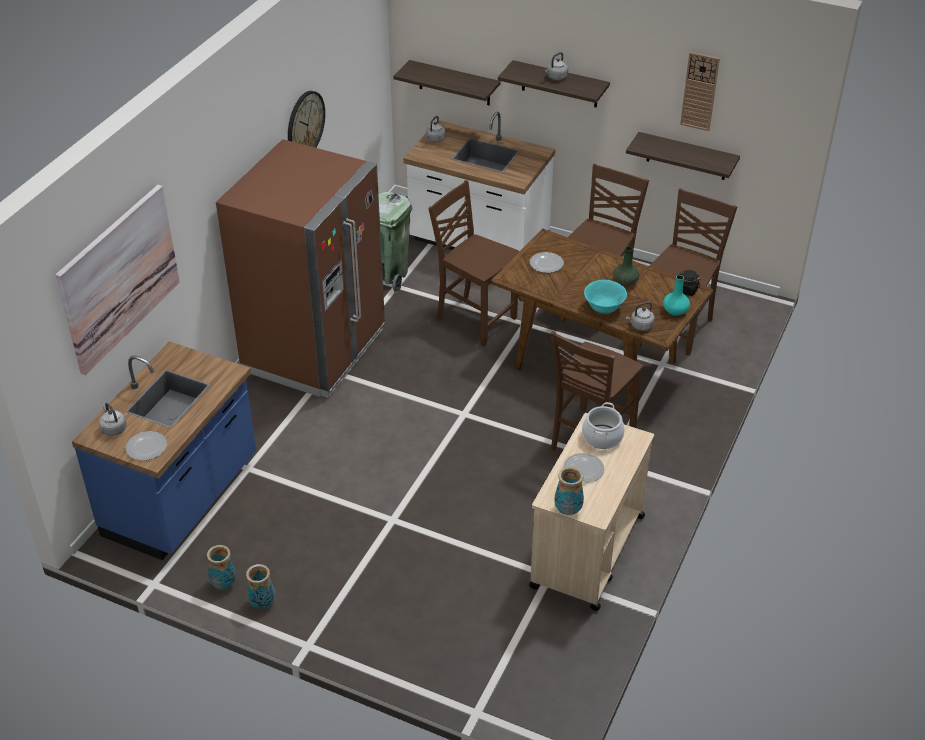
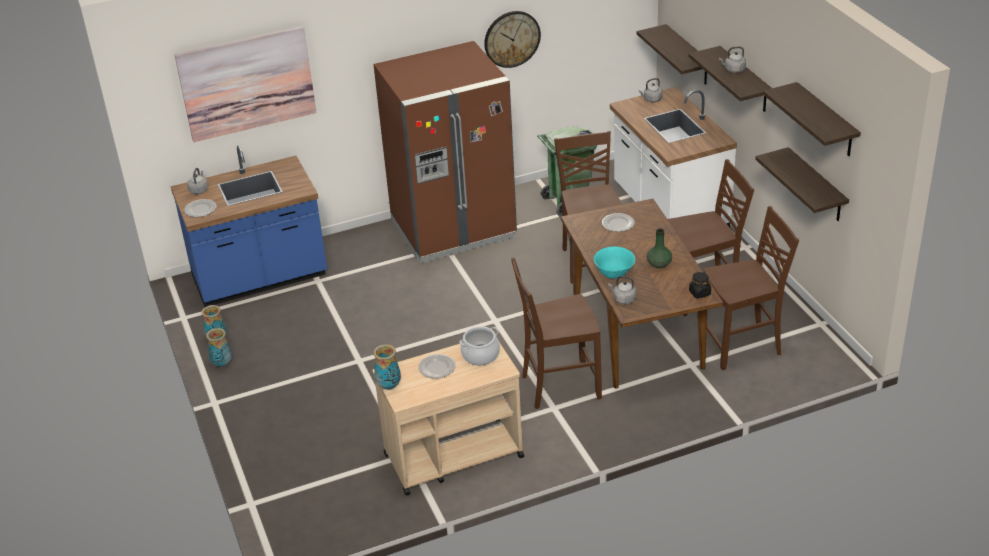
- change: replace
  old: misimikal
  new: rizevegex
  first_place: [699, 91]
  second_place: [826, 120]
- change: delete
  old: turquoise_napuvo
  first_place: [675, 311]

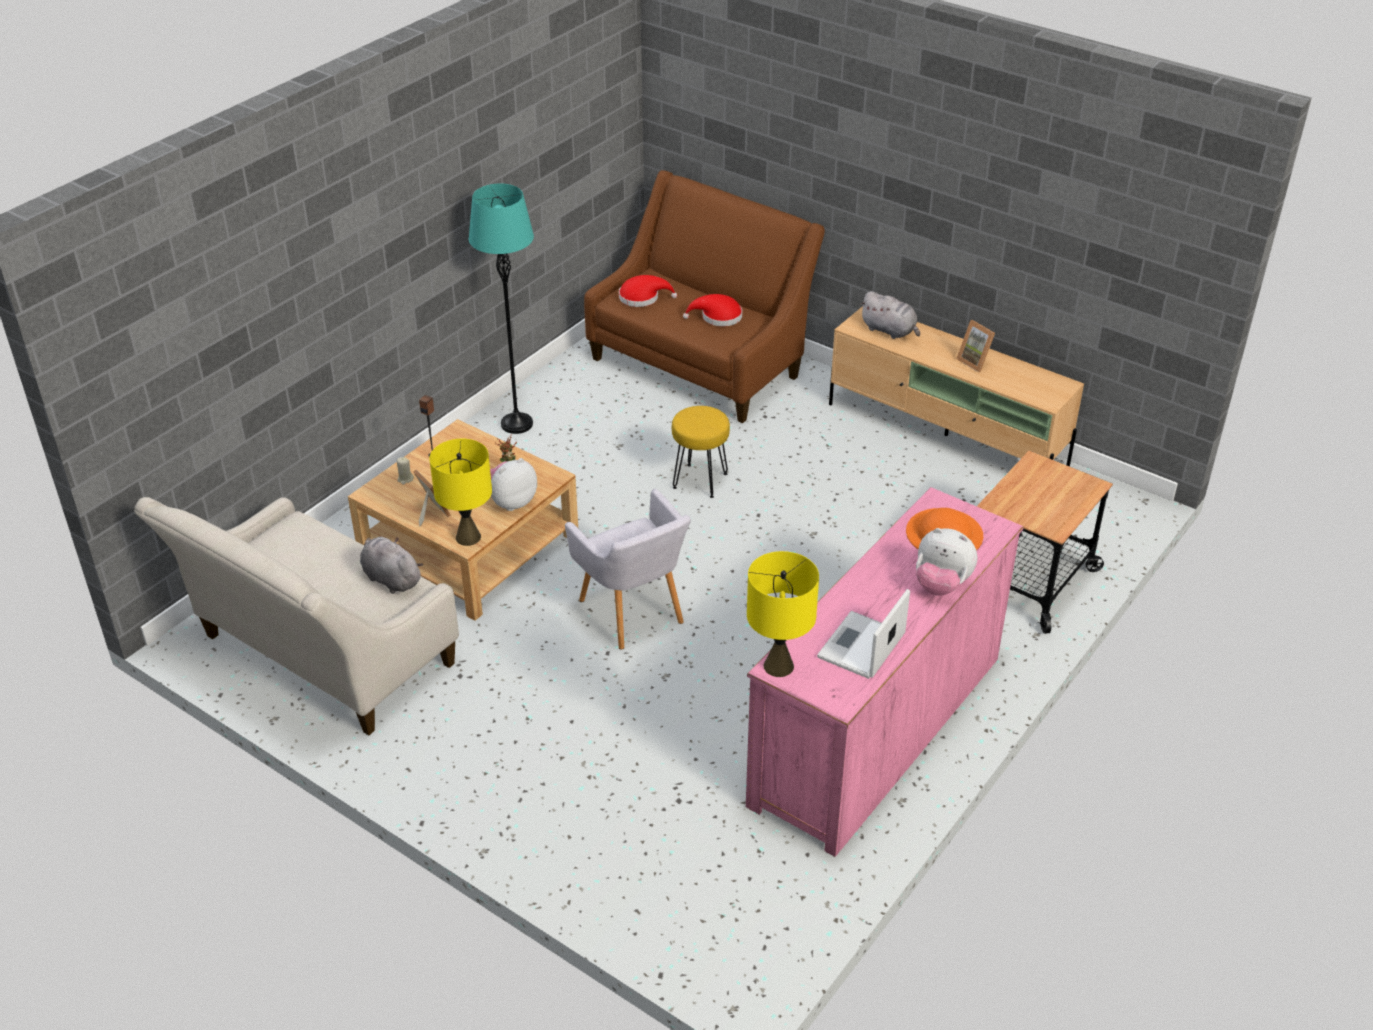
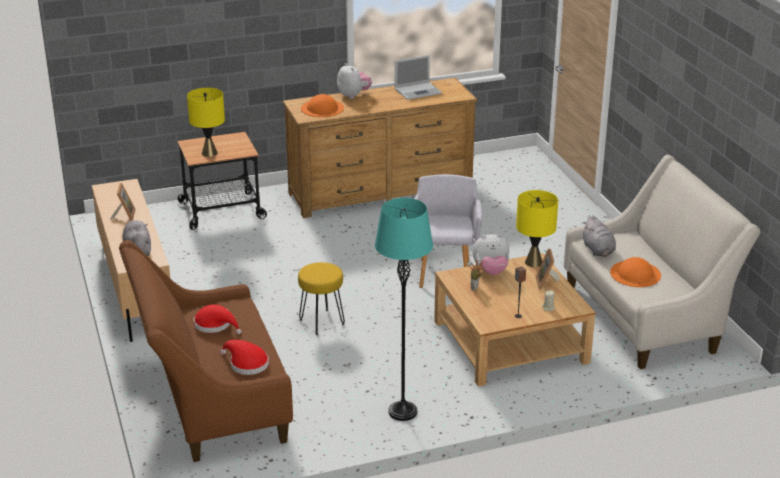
- change: recolor
  old: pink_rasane
  new: brown_rasane
  first_place: [877, 730]
  second_place: [380, 192]
- change: move
  old: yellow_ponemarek
  first_place: [778, 666]
  second_place: [209, 153]
- change: insert
  new: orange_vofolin
  second_place: [635, 273]

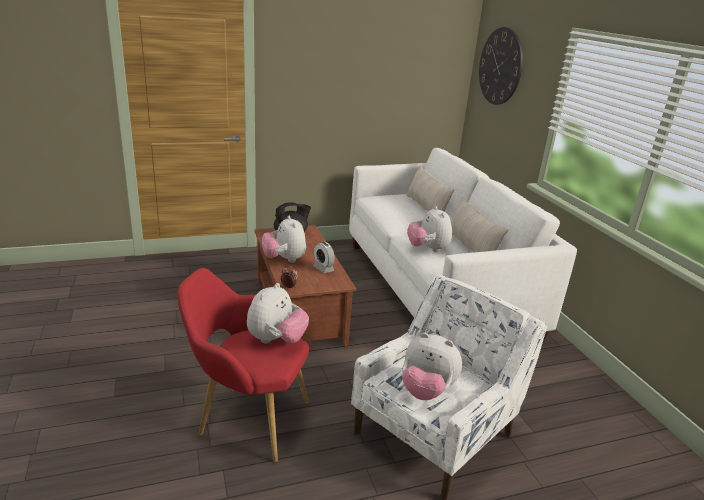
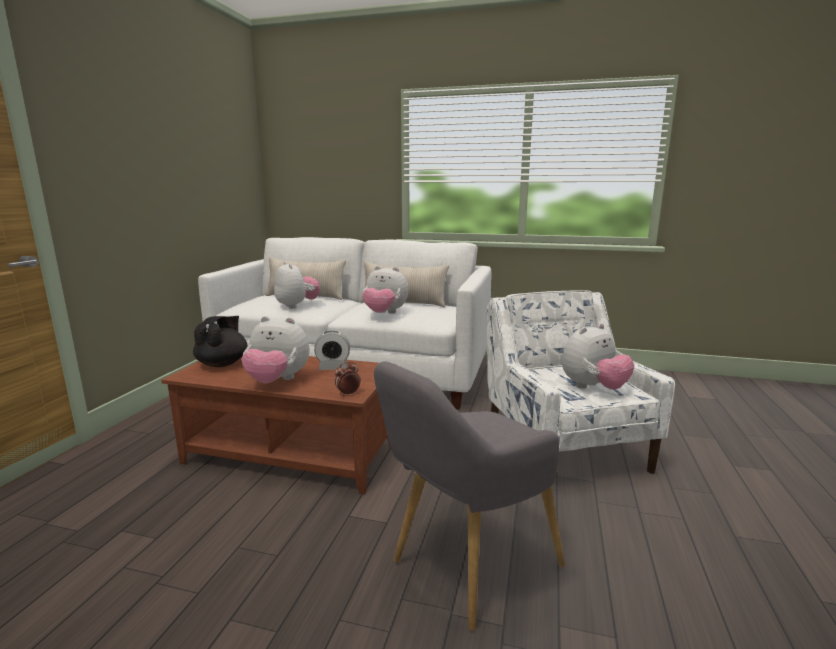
- change: delete
  old: misimikal
  first_place: [500, 66]
- change: recolor
  old: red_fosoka
  new: grey_fosoka
  first_place: [247, 418]
  second_place: [465, 566]
- change: move
  old: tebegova
  first_place: [276, 340]
  second_place: [297, 306]

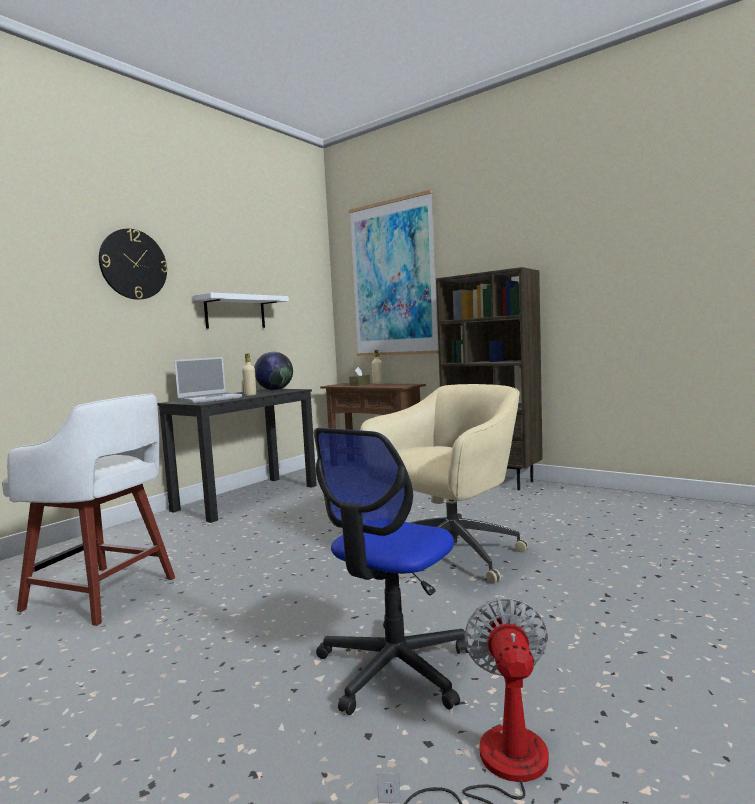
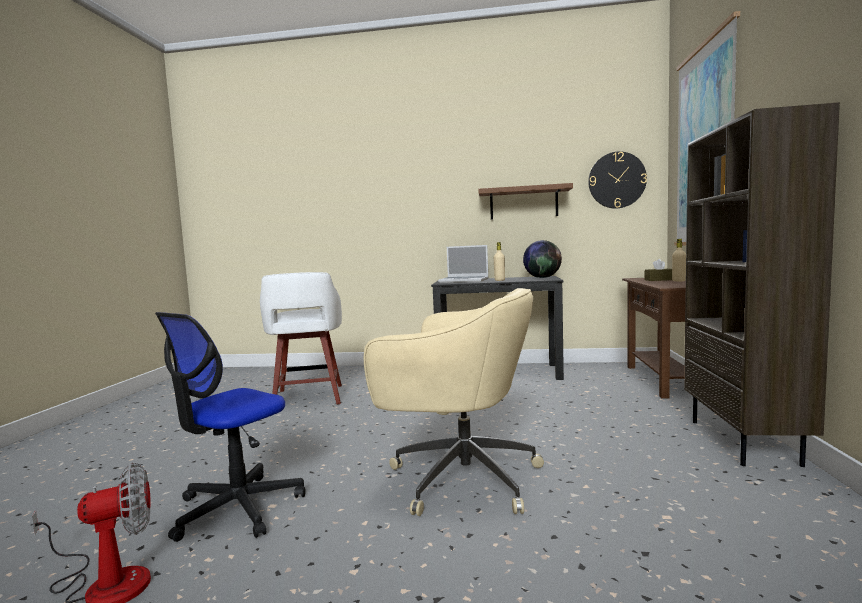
- change: move
  old: misimikal
  first_place: [133, 264]
  second_place: [617, 180]
- change: recolor
  old: white_rizevegex
  new: brown_rizevegex
  first_place: [235, 312]
  second_place: [523, 203]
- change: rotate
  old: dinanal
  first_place: [394, 668]
  second_place: [237, 508]
  degrees: -60

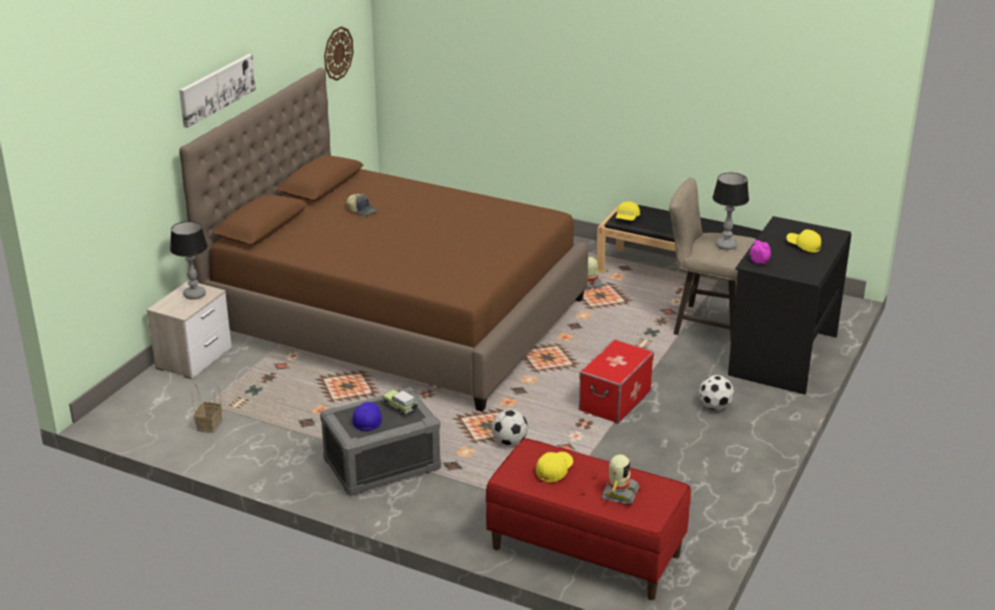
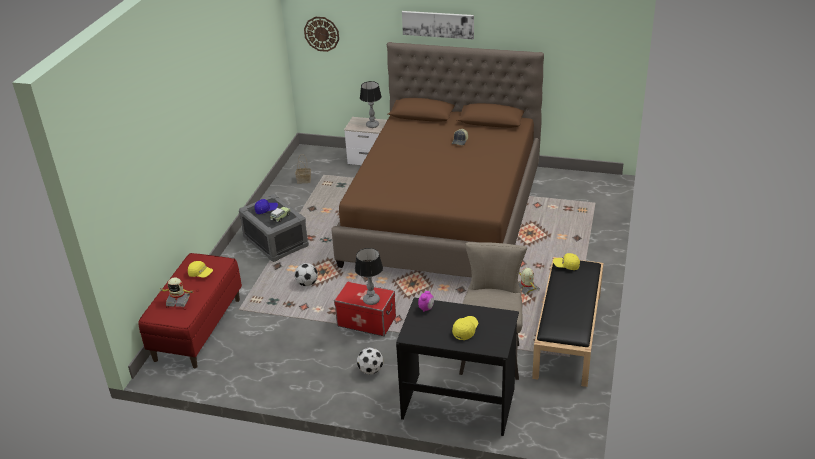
- change: move
  old: misimikal
  first_place: [338, 53]
  second_place: [321, 33]
- change: move
  old: ponemarek
  first_place: [726, 246]
  second_place: [371, 300]

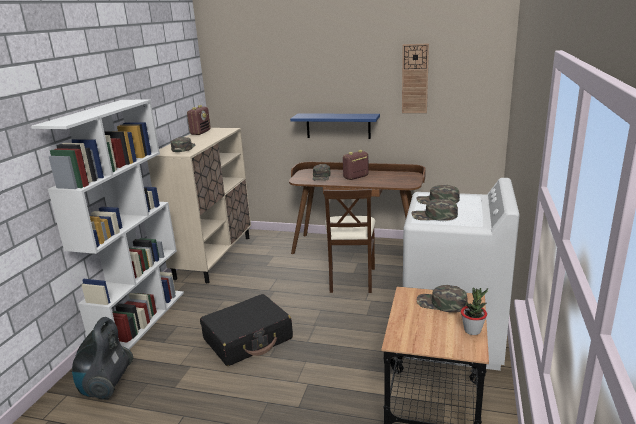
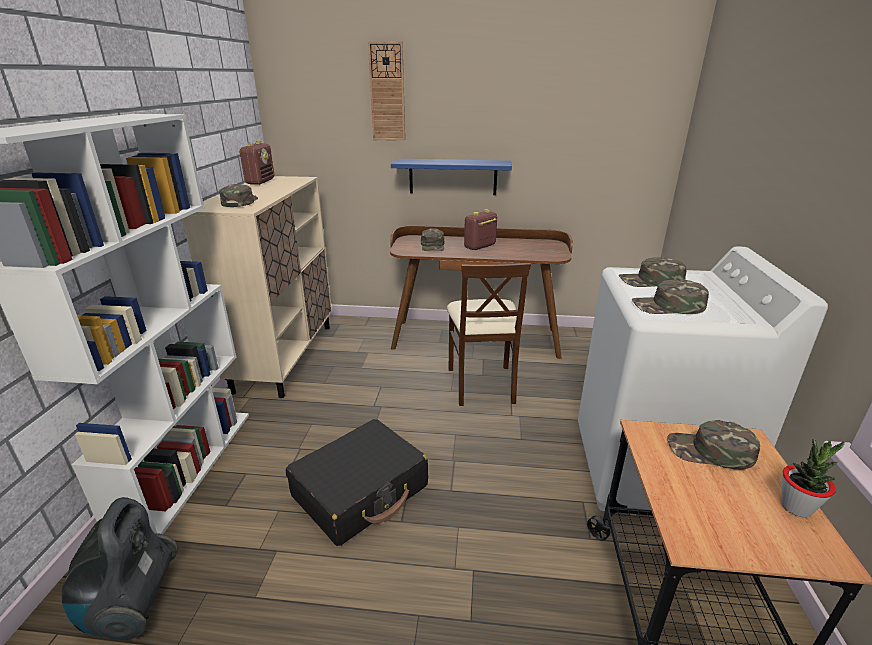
- change: move
  old: misimikal
  first_place: [415, 79]
  second_place: [387, 92]

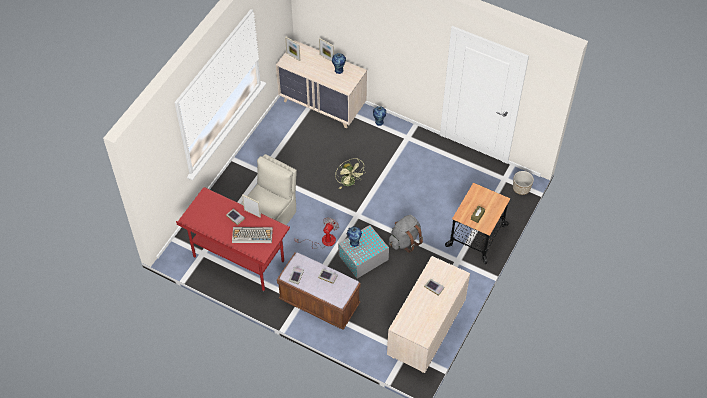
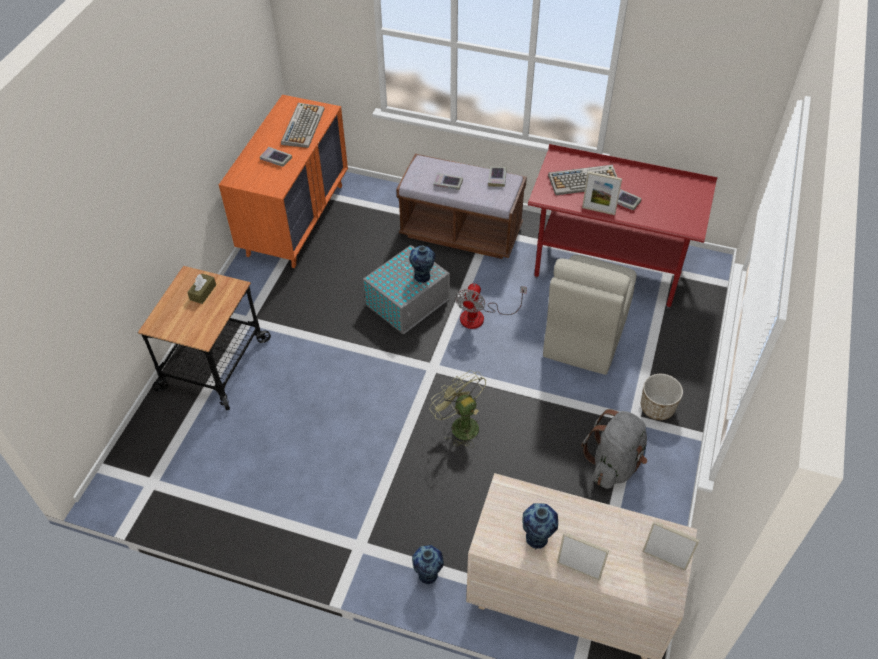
- change: move
  old: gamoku
  first_place: [521, 188]
  second_place: [657, 407]
- change: move
  old: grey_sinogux
  first_place: [405, 241]
  second_place: [614, 464]
- change: recolor
  old: beige_rasane
  new: orange_rasane
  first_place: [426, 332]
  second_place: [296, 219]
- change: insert
  new: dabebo
  second_place: [303, 126]

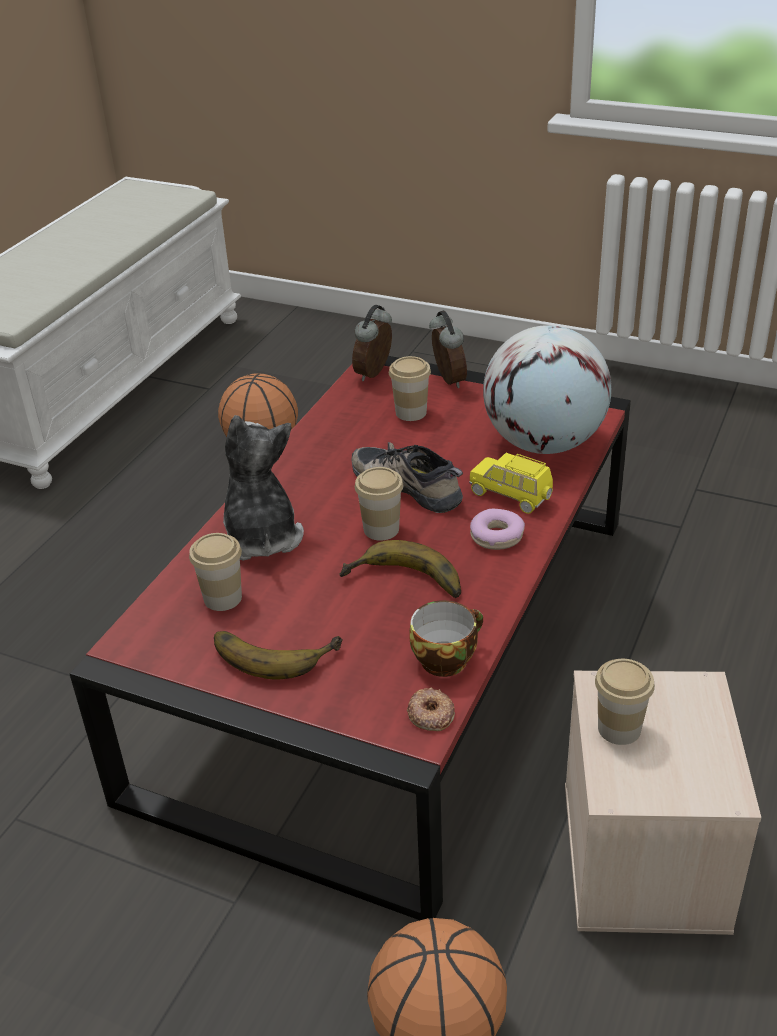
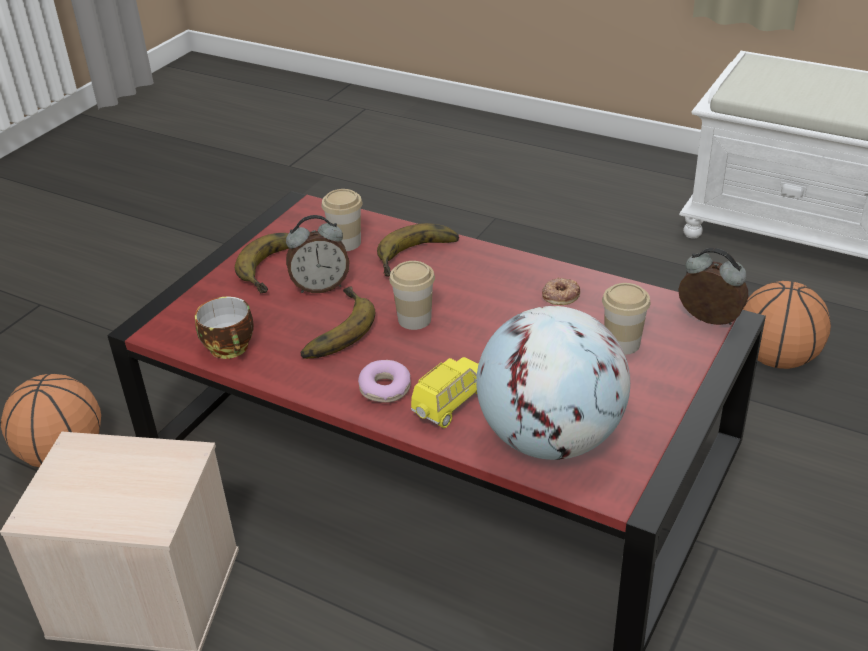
- change: move
  old: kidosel
  first_place: [447, 380]
  second_place: [320, 286]
- change: replace
  old: tebegova
  new: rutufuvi
  first_place: [260, 536]
  second_place: [420, 257]
- change: delete
  old: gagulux
  first_place: [410, 485]
- change: delete
  old: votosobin
  first_place: [619, 728]
- change: move
  old: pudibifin
  first_place: [430, 714]
  second_place: [560, 295]

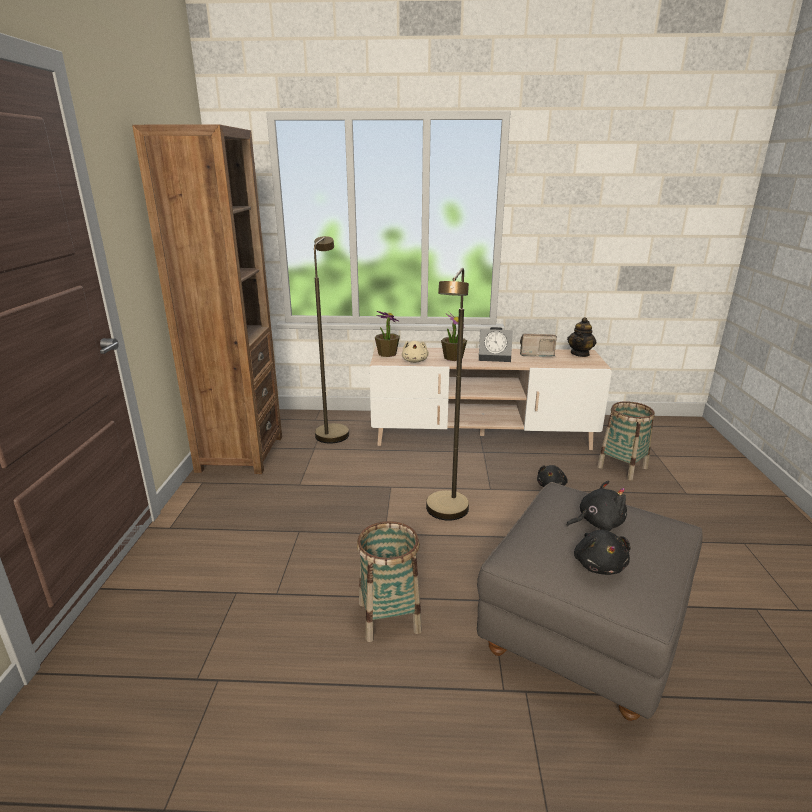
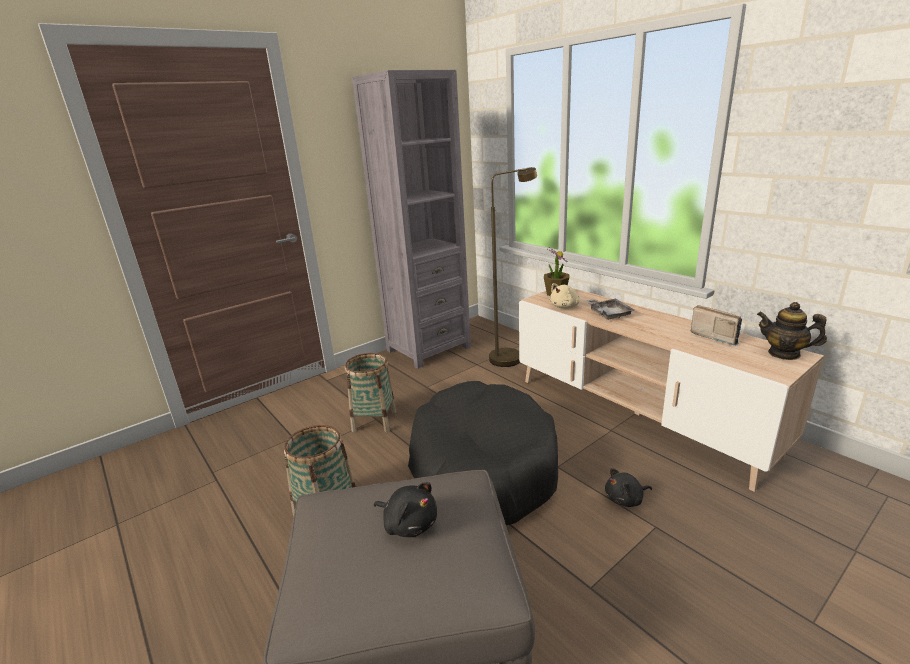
- change: recolor
  old: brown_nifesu
  new: grey_nifesu
  first_place: [240, 453]
  second_place: [428, 348]
- change: replace
  old: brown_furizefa
  new: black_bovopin
  first_place: [447, 515]
  second_place: [482, 466]
- change: replace
  old: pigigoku
  new: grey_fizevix
  first_place: [453, 358]
  second_place: [608, 314]
- change: rotate
  old: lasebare
  first_place: [580, 354]
  second_place: [784, 354]
  degrees: 45
- change: delete
  old: kidosel
  first_place: [495, 357]
- change: move
  old: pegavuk
  first_place: [622, 467]
  second_place: [374, 421]
- change: delete
  old: black_tebegova
  first_place: [599, 564]

